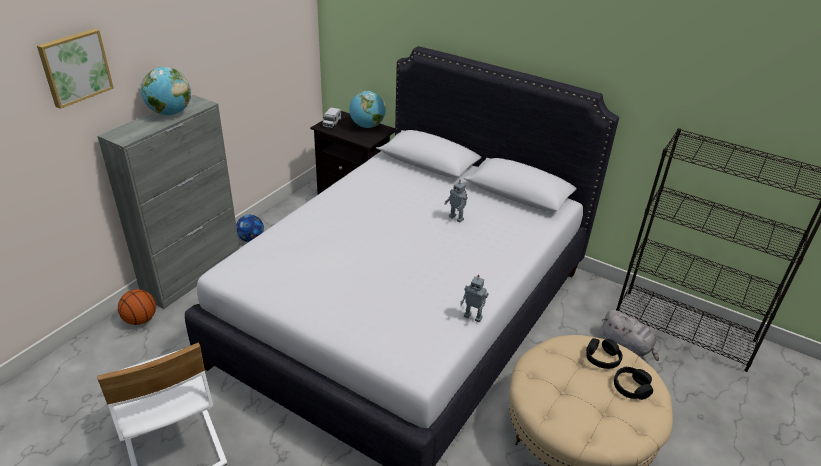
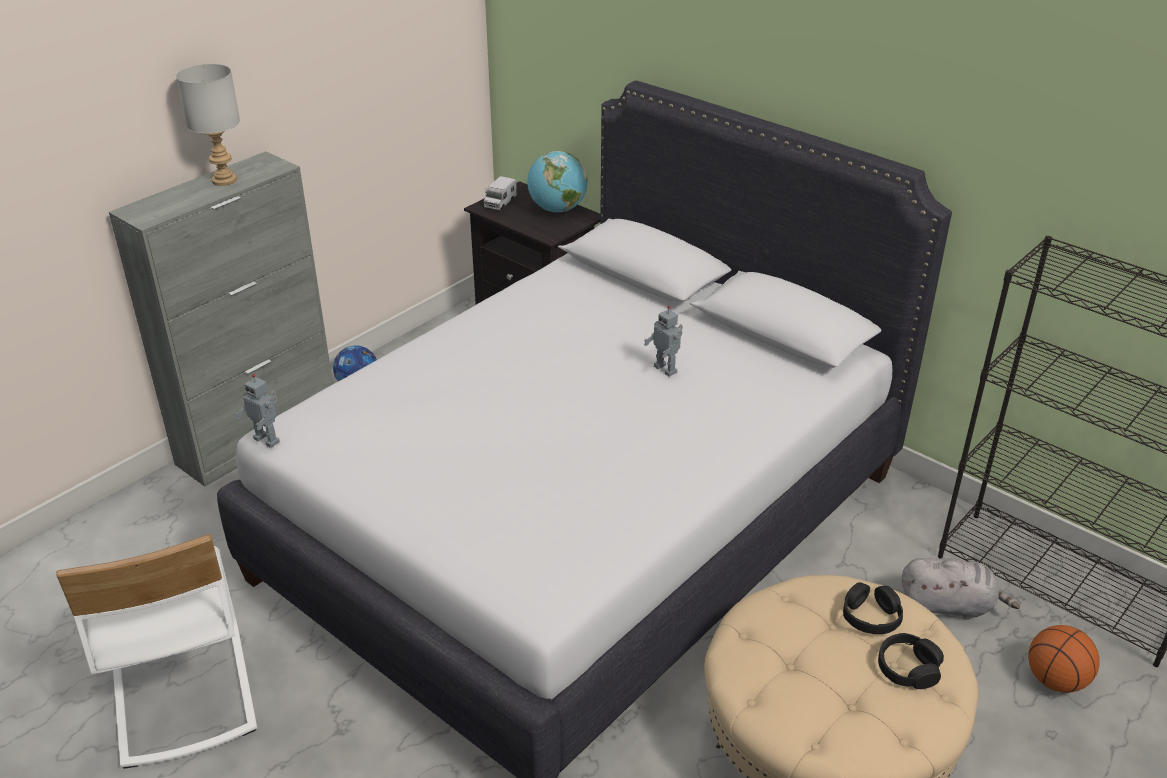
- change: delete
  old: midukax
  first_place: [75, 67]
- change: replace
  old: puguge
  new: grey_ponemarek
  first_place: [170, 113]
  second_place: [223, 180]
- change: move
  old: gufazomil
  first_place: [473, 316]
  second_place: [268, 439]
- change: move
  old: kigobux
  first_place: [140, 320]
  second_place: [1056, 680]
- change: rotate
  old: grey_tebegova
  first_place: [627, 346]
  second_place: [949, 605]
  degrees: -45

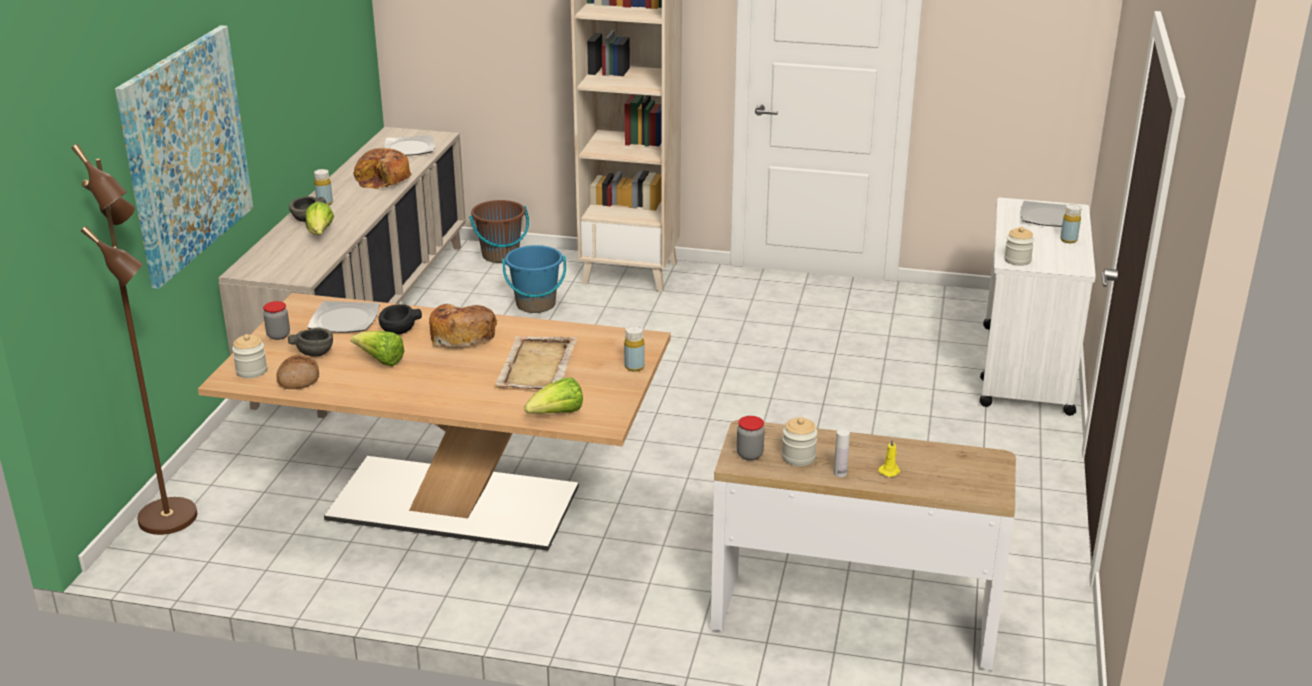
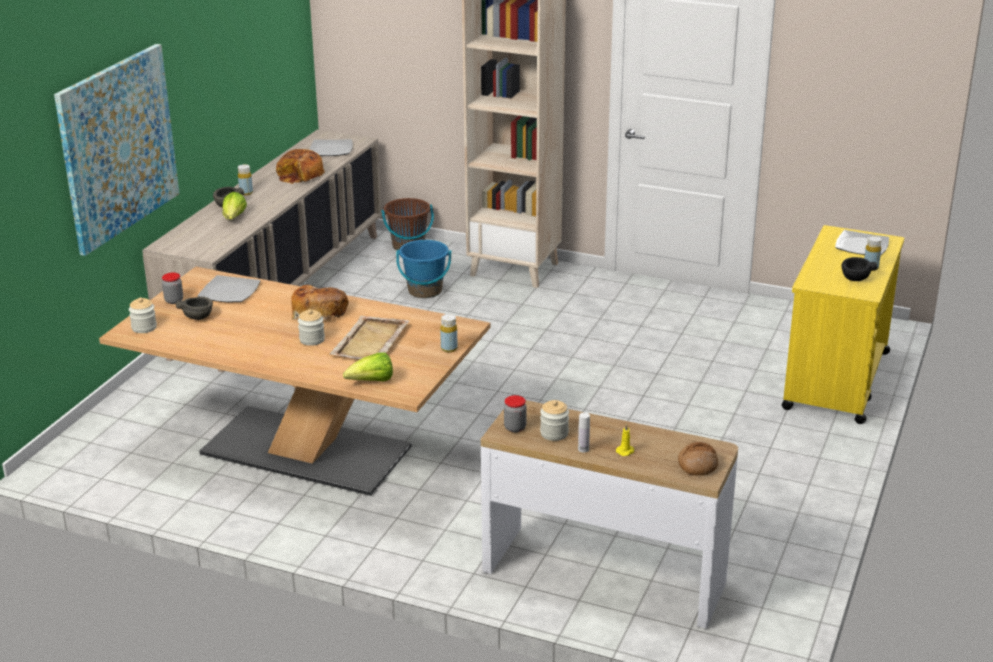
- change: delete
  old: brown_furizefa
  first_place: [170, 517]
- change: recolor
  old: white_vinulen
  new: yellow_vinulen
  first_place: [1026, 369]
  second_place: [836, 380]
- change: move
  old: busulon
  first_place: [1017, 260]
  second_place: [312, 340]
- change: move
  old: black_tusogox
  first_place: [398, 331]
  second_place: [855, 278]
- change: delete
  old: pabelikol
  first_place: [381, 361]
- change: move
  old: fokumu
  first_place: [298, 379]
  second_place: [697, 465]

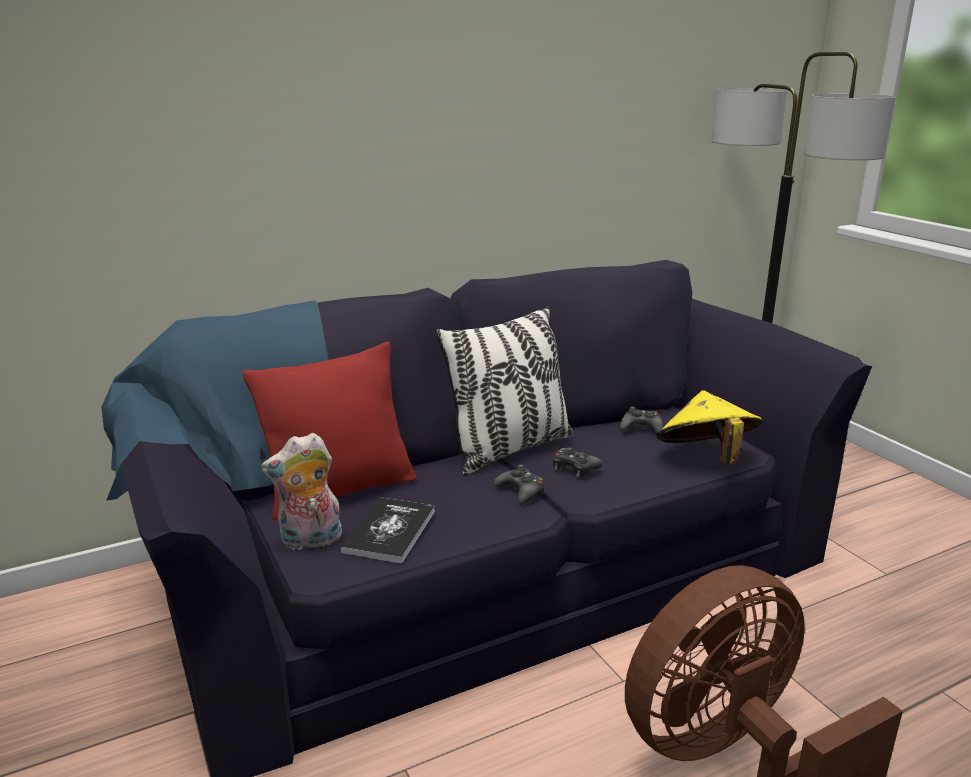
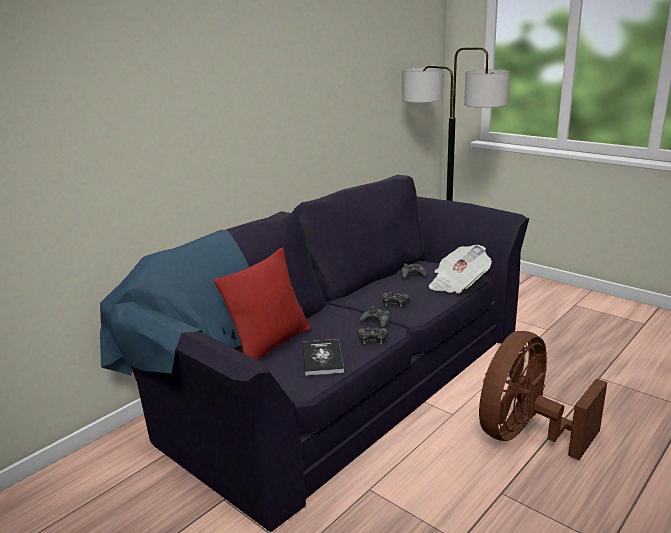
- change: delete
  old: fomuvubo
  first_place: [509, 449]
- change: replace
  old: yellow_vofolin
  new: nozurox
  first_place: [705, 458]
  second_place: [458, 284]
- change: delete
  old: tebegova
  first_place: [310, 541]
- change: insert
  new: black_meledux
  second_place: [372, 339]

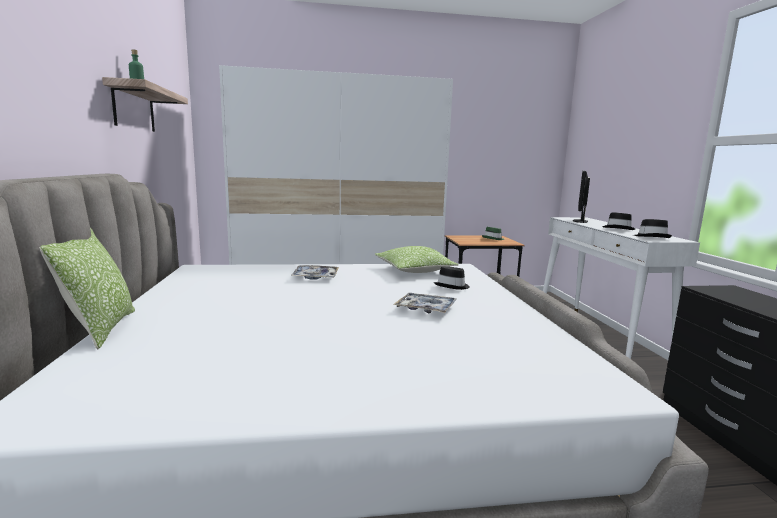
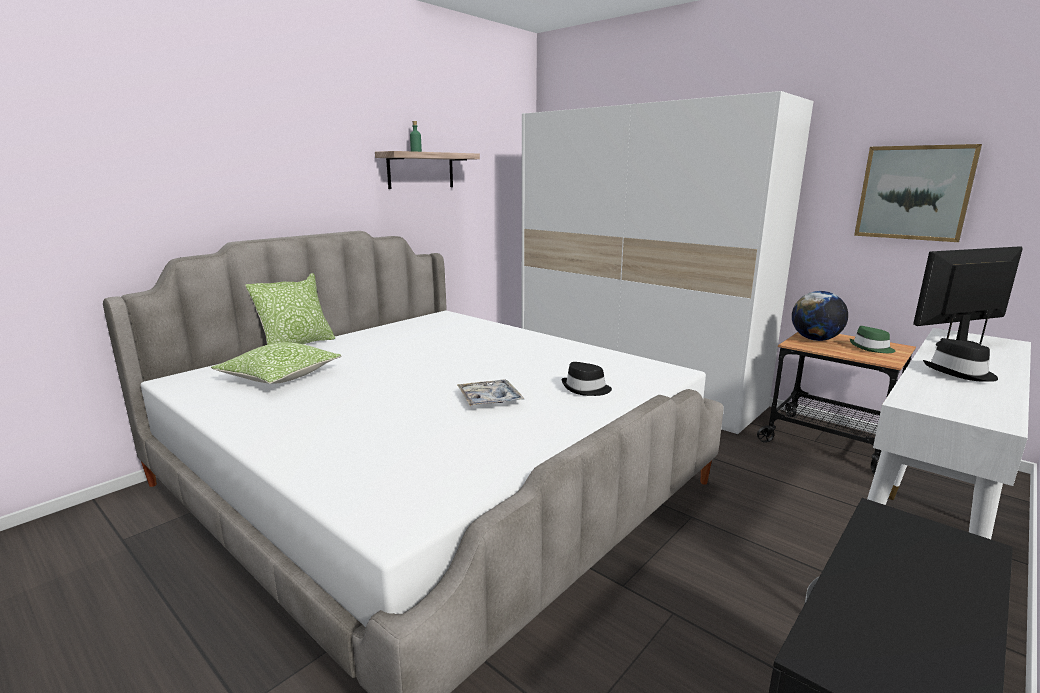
- change: delete
  old: black_vofolin
  first_place: [651, 237]
- change: move
  old: fomuvubo
  first_place: [414, 270]
  second_place: [280, 376]
- change: delete
  old: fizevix
  first_place: [315, 277]
- change: insert
  new: midukax
  second_place: [914, 193]
- change: insert
  new: puguge
  second_place: [815, 339]

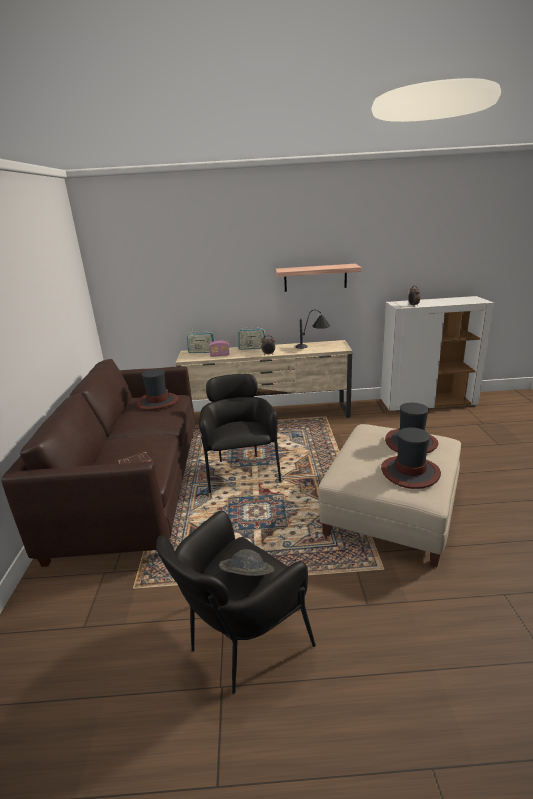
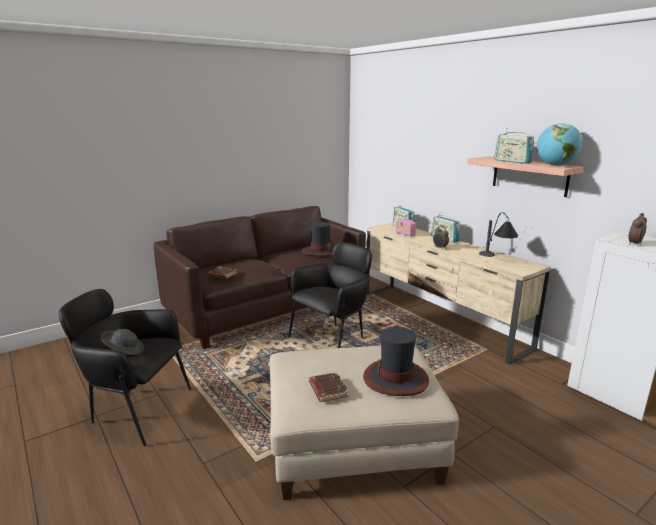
- change: replace
  old: vofolin
  new: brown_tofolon
  first_place: [410, 472]
  second_place: [327, 390]
- change: insert
  new: puguge
  second_place: [555, 165]
- change: insert
  new: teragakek
  second_place: [512, 161]

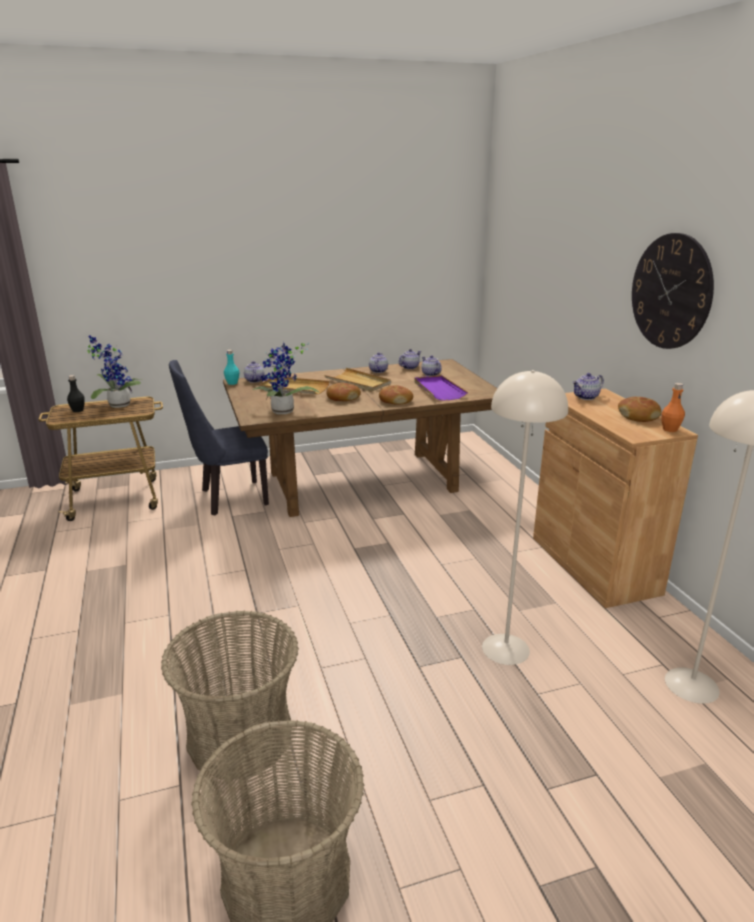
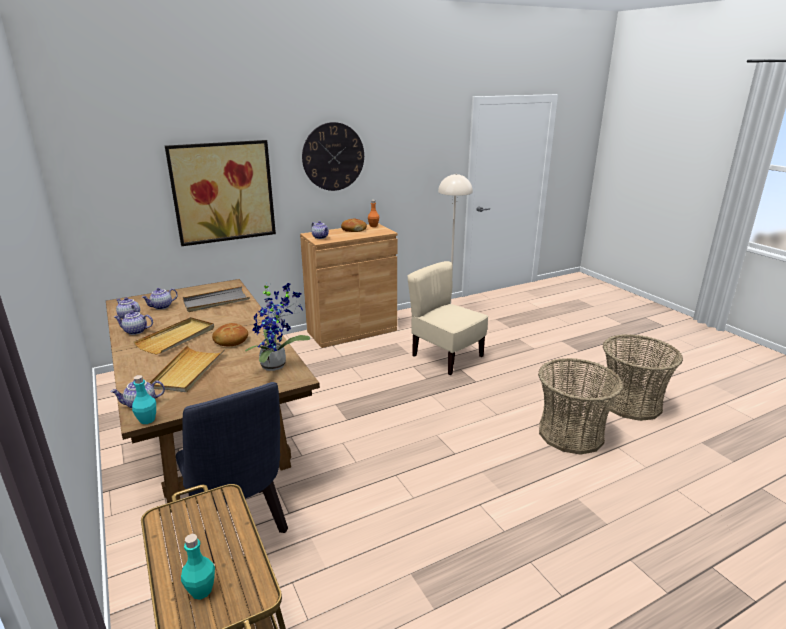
- change: delete
  old: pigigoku
  first_place: [117, 405]
- change: replace
  old: beige_furizefa
  new: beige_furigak
  first_place: [506, 649]
  second_place: [446, 357]
- change: recolor
  old: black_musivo
  new: turquoise_musivo
  first_place: [78, 410]
  second_place: [201, 591]
- change: recolor
  old: purple_fizevix
  new: grey_fizevix
  first_place: [438, 390]
  second_place: [216, 301]
- change: delete
  old: fokumu
  first_place: [395, 400]
- change: insert
  new: midukax
  second_place: [223, 192]

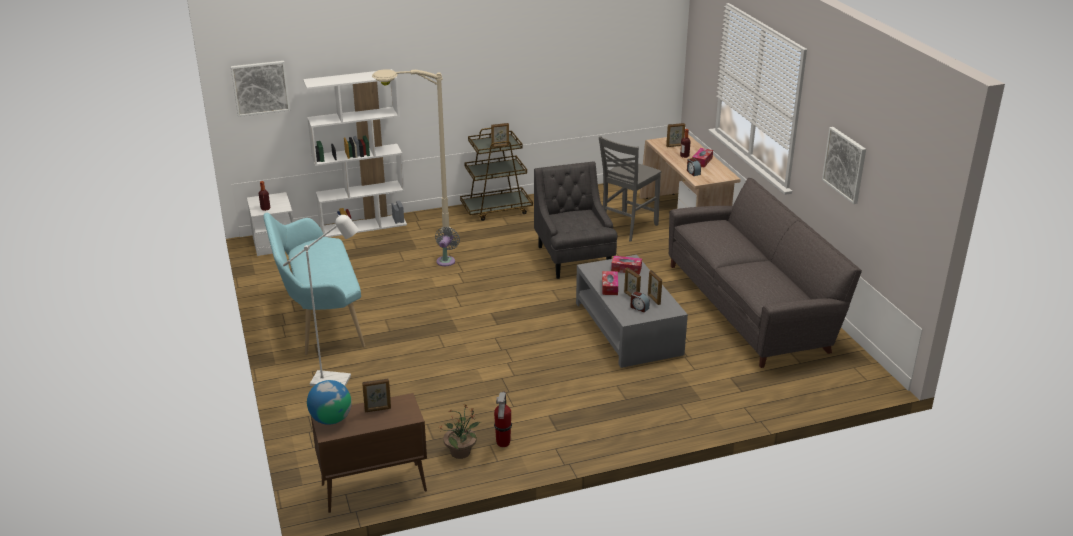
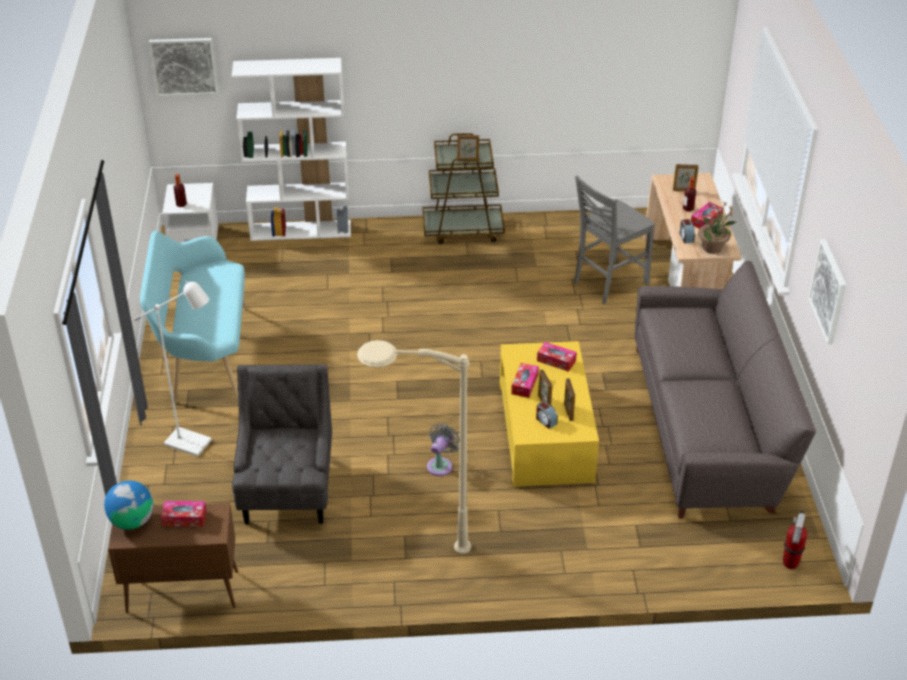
- change: move
  old: beige_furizefa
  first_place: [410, 235]
  second_place: [408, 548]
- change: move
  old: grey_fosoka
  first_place: [574, 259]
  second_place: [288, 490]
- change: move
  old: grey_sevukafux
  first_place: [446, 260]
  second_place: [441, 465]
- change: recolor
  old: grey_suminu
  new: yellow_suminu
  first_place: [628, 328]
  second_place: [545, 432]
- change: replace
  old: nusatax
  new: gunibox
  first_place: [378, 409]
  second_place: [184, 518]
- change: move
  old: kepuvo
  first_place: [503, 443]
  second_place: [790, 564]
- change: move
  old: pigigoku
  first_place: [461, 452]
  second_place: [713, 248]

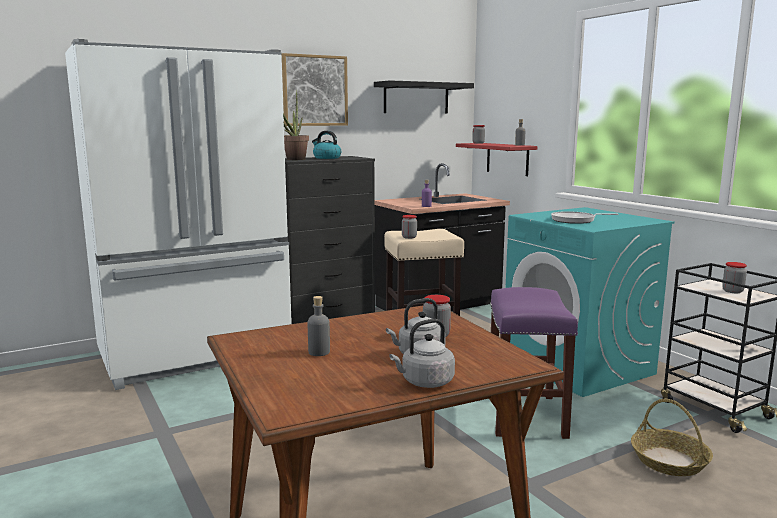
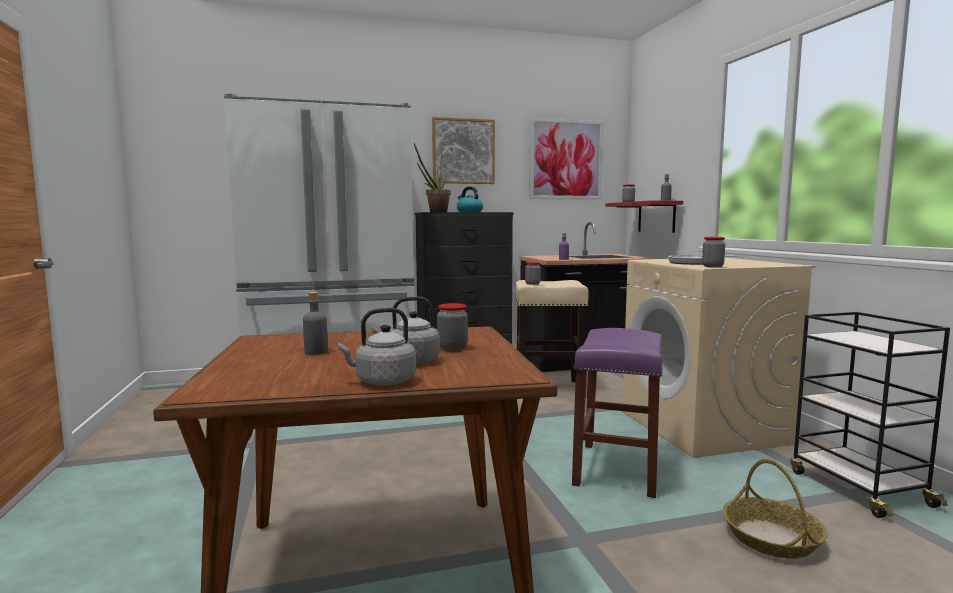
- change: replace
  old: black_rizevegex
  new: midukax
  first_place: [416, 98]
  second_place: [566, 159]
- change: recolor
  old: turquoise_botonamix
  new: beige_botonamix
  first_place: [578, 366]
  second_place: [704, 427]
- change: move
  old: busulon
  first_place: [732, 291]
  second_place: [712, 266]

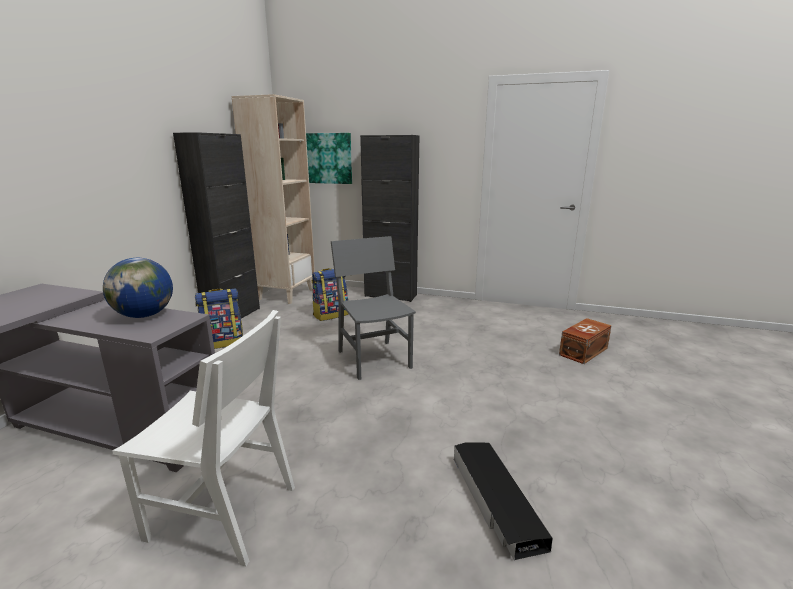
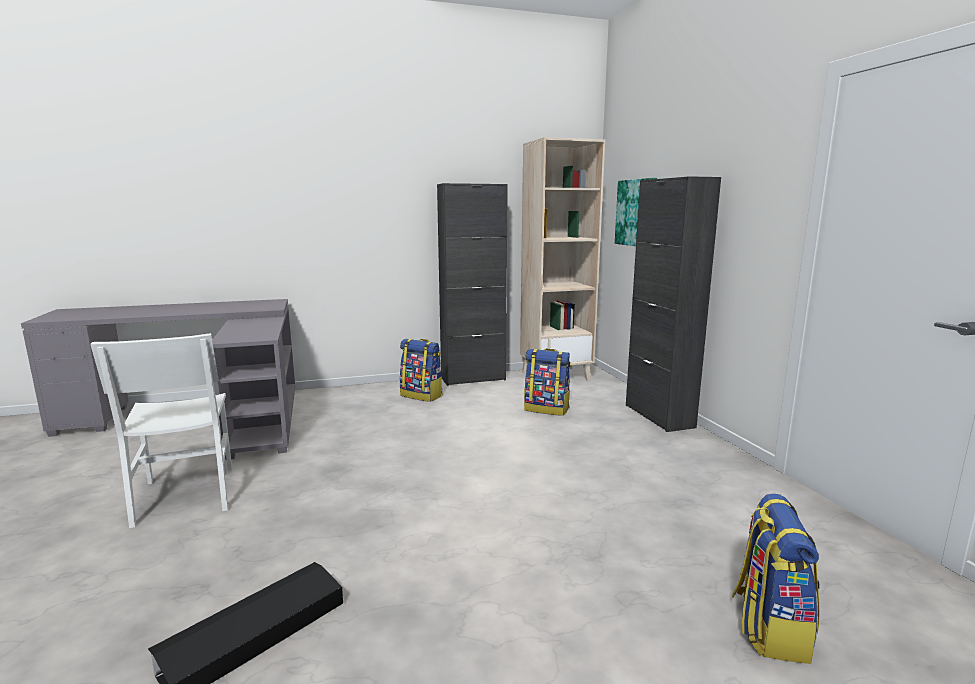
- change: delete
  old: grey_furigak
  first_place: [374, 359]
- change: delete
  old: puguge
  first_place: [145, 315]
- change: replace
  old: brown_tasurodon
  new: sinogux
  first_place: [582, 351]
  second_place: [769, 627]

